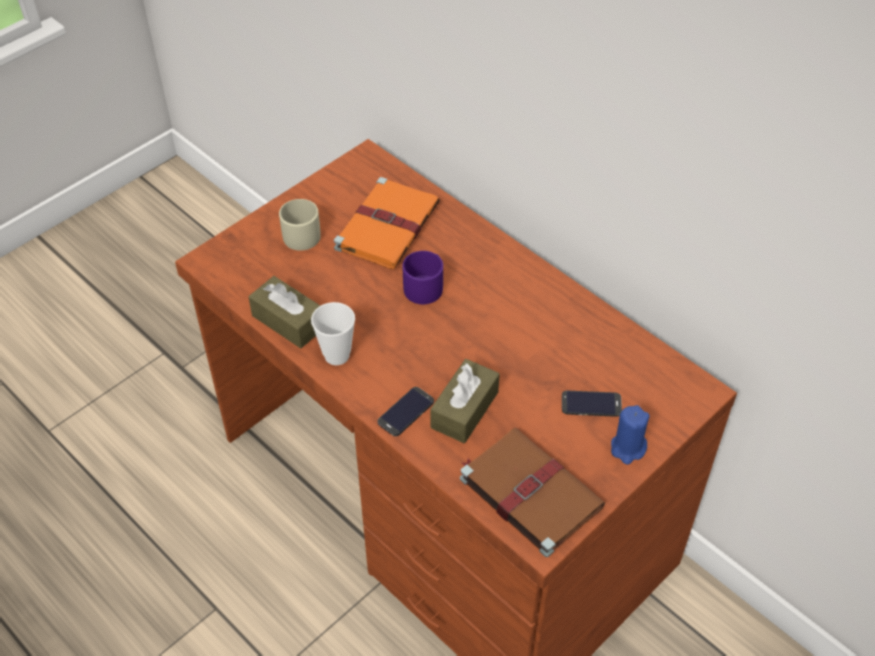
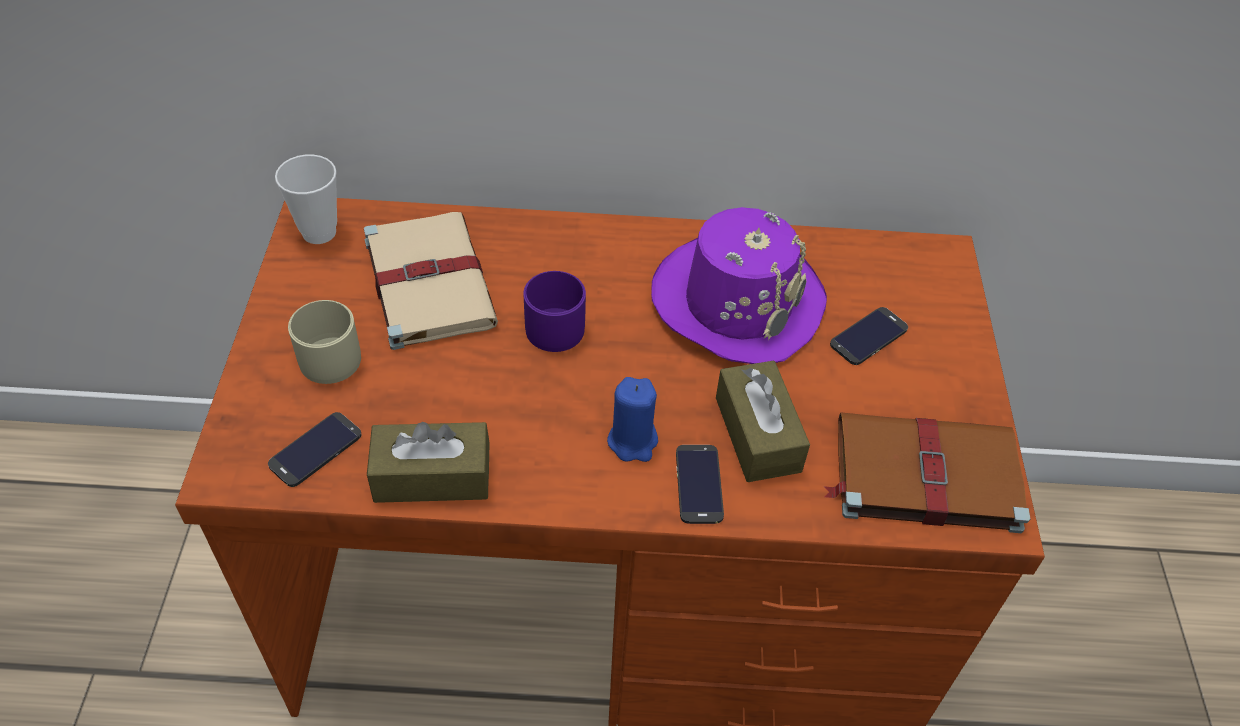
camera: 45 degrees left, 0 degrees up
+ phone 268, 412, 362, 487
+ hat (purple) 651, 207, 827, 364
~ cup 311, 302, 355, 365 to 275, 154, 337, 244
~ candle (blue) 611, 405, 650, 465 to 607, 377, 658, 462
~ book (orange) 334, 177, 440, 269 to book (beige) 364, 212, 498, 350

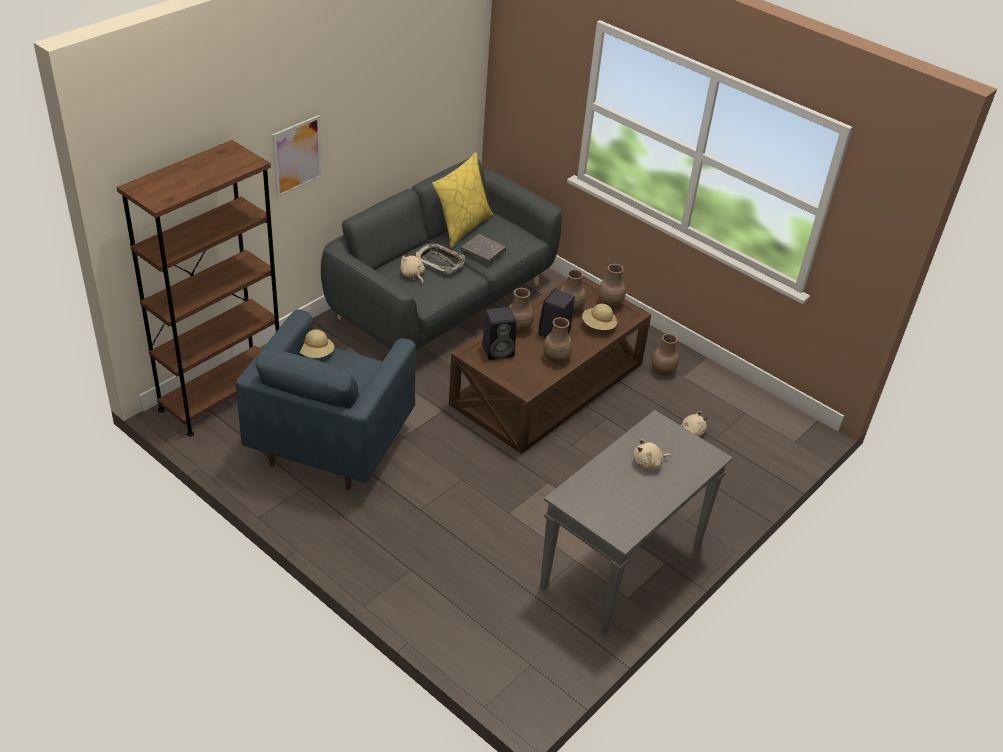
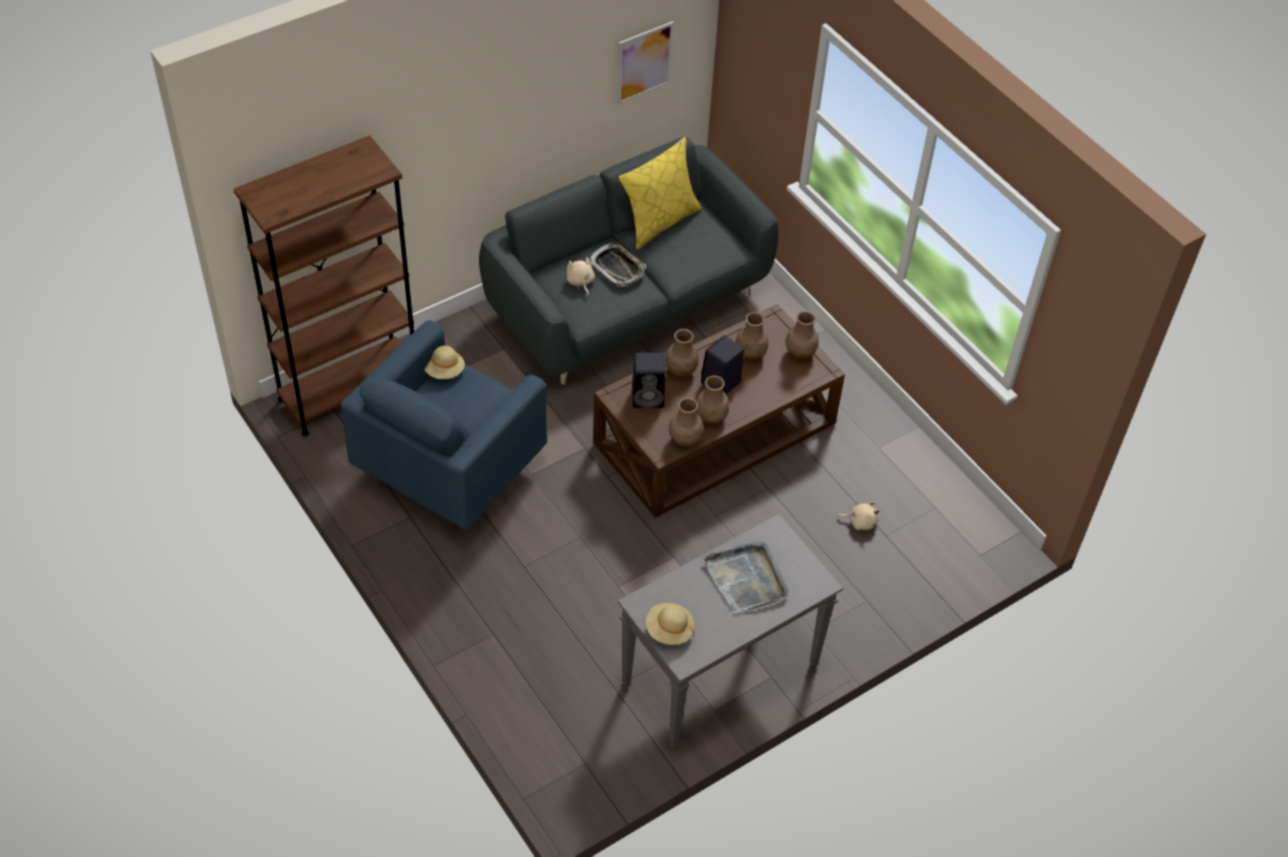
camera: 15 degrees right, 10 degrees up
- book (grey) 461, 234, 506, 264
~ picture 272, 115, 322, 198 to 617, 21, 674, 105
~ hat (beige) 582, 304, 617, 330 to 646, 603, 694, 645
~ vase (brown) 651, 334, 679, 375 to 669, 398, 703, 447
~ plush toy (beige) 633, 439, 672, 469 to tray (grey) 702, 541, 788, 614

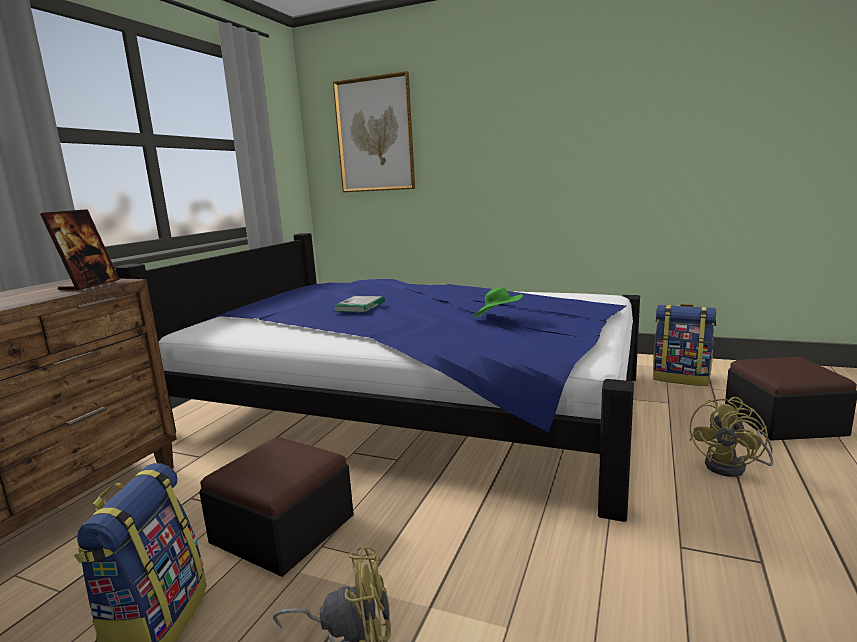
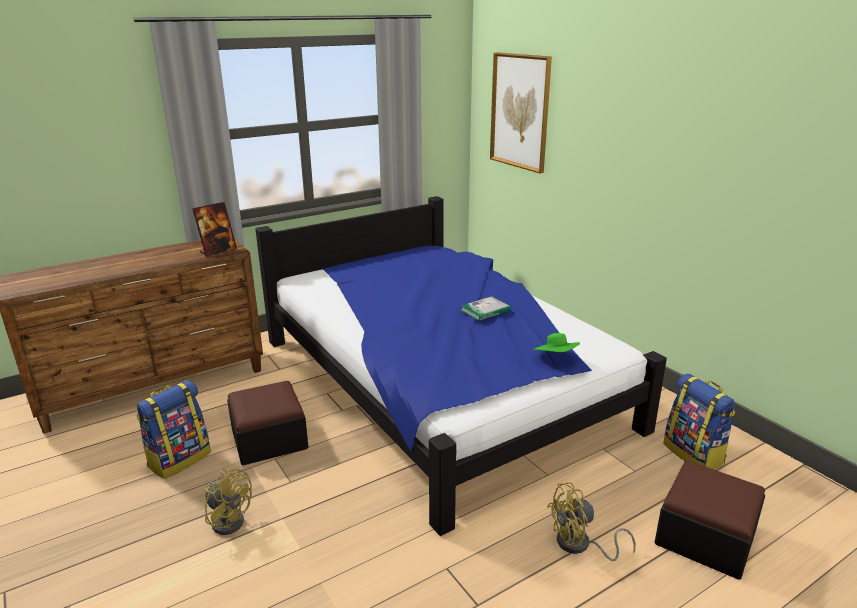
camera: 35 degrees right, 10 degrees up
~ book 333, 296, 385, 313 to 461, 296, 511, 321
~ hat (green) 473, 287, 523, 318 to 533, 333, 580, 352

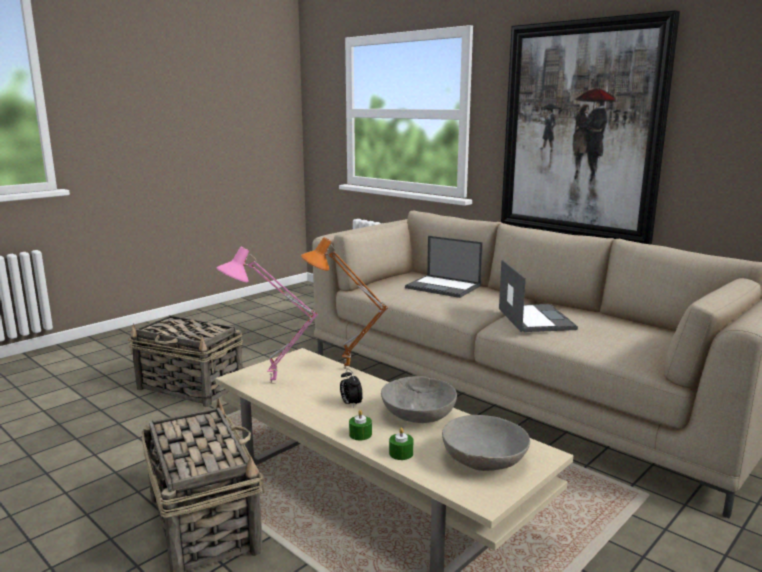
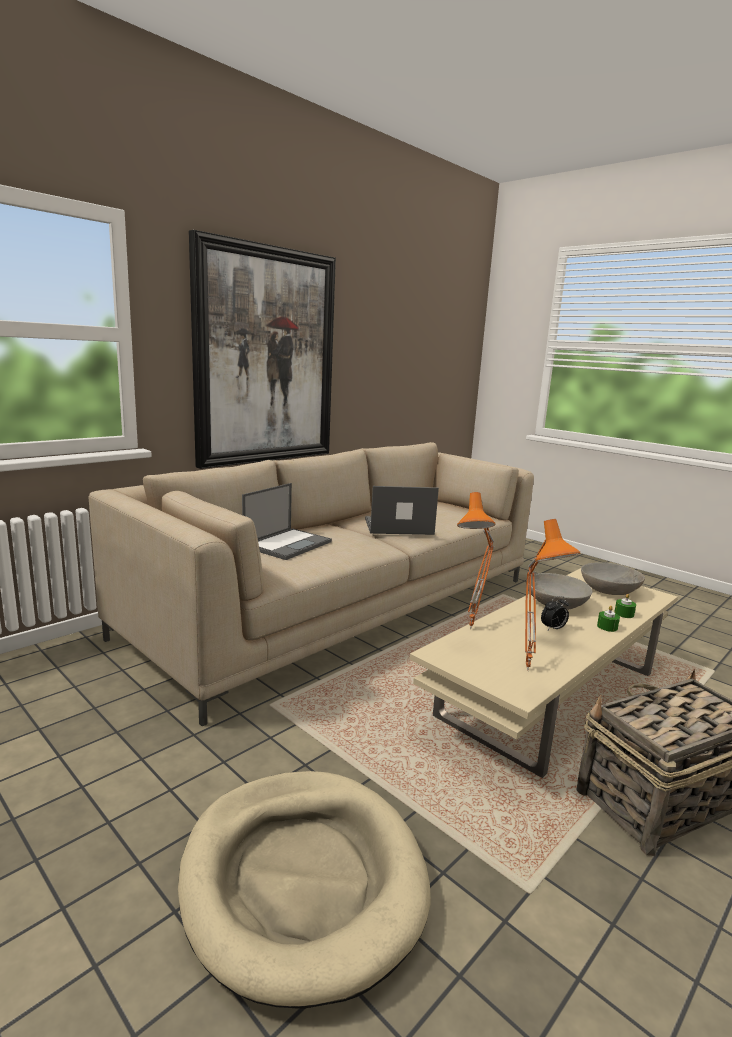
camera: 90 degrees left, 0 degrees up
~ basket 127, 315, 243, 407 to dog bed (beige) 178, 771, 431, 1009
~ table lamp (pink) 217, 246, 318, 384 to table lamp (orange) 525, 519, 581, 671

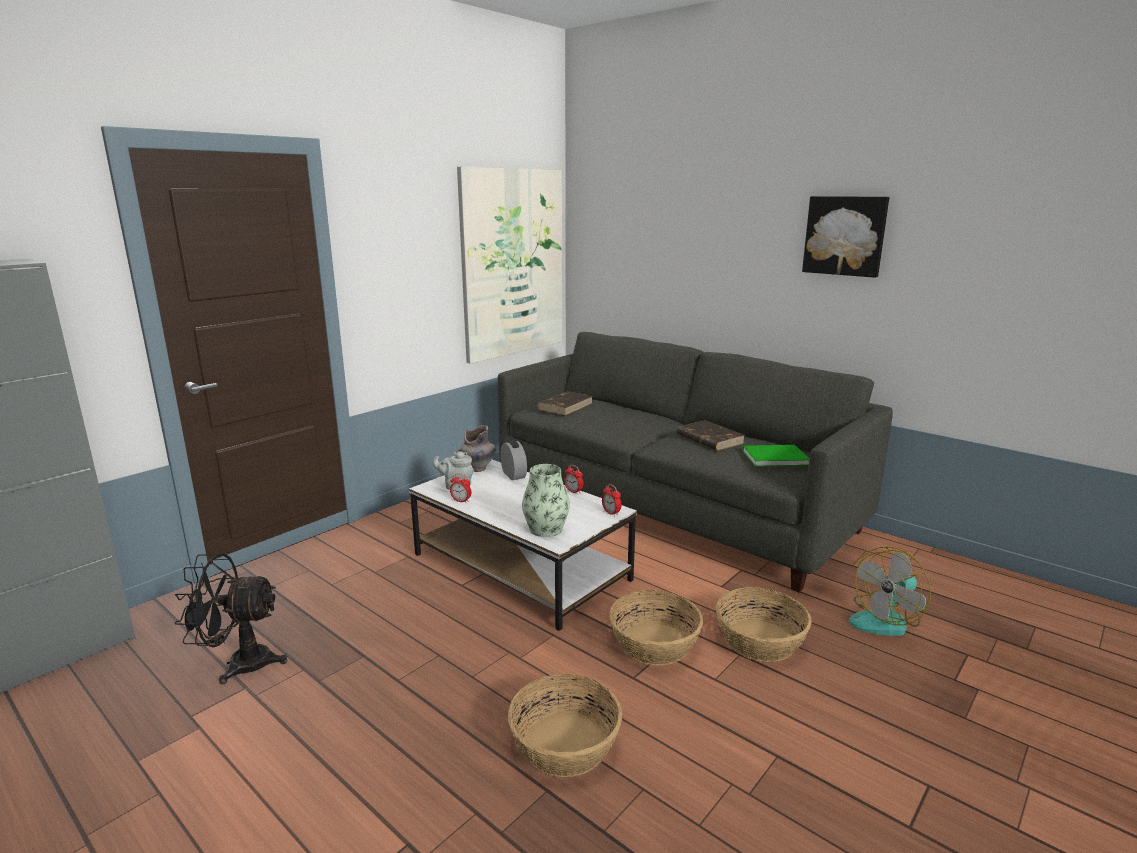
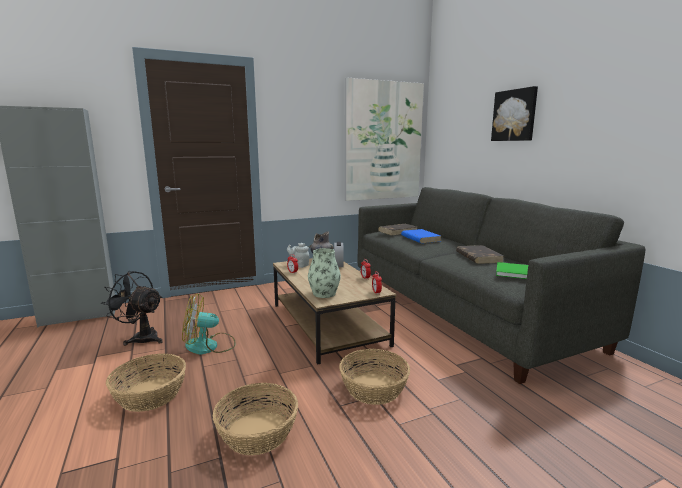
camera: 25 degrees right, 5 degrees down
+ book (blue) 401, 229, 441, 243
~ basket 716, 587, 812, 662 to 106, 353, 186, 412
~ picture 802, 196, 889, 278 to 491, 86, 538, 141
~ fan 849, 547, 931, 636 to 182, 294, 236, 354
~ coffee table (white) 409, 460, 637, 631 to coffee table (brown) 273, 258, 396, 365

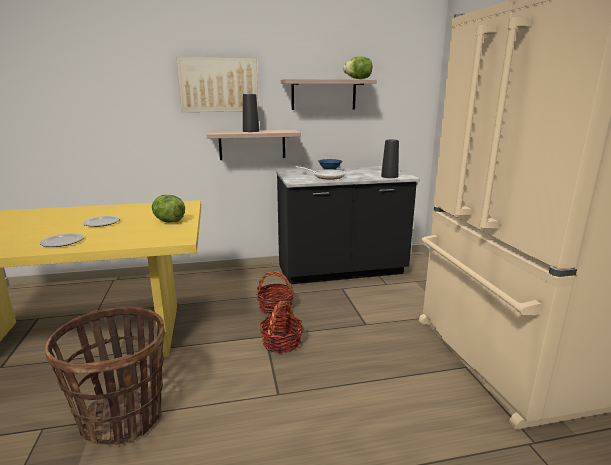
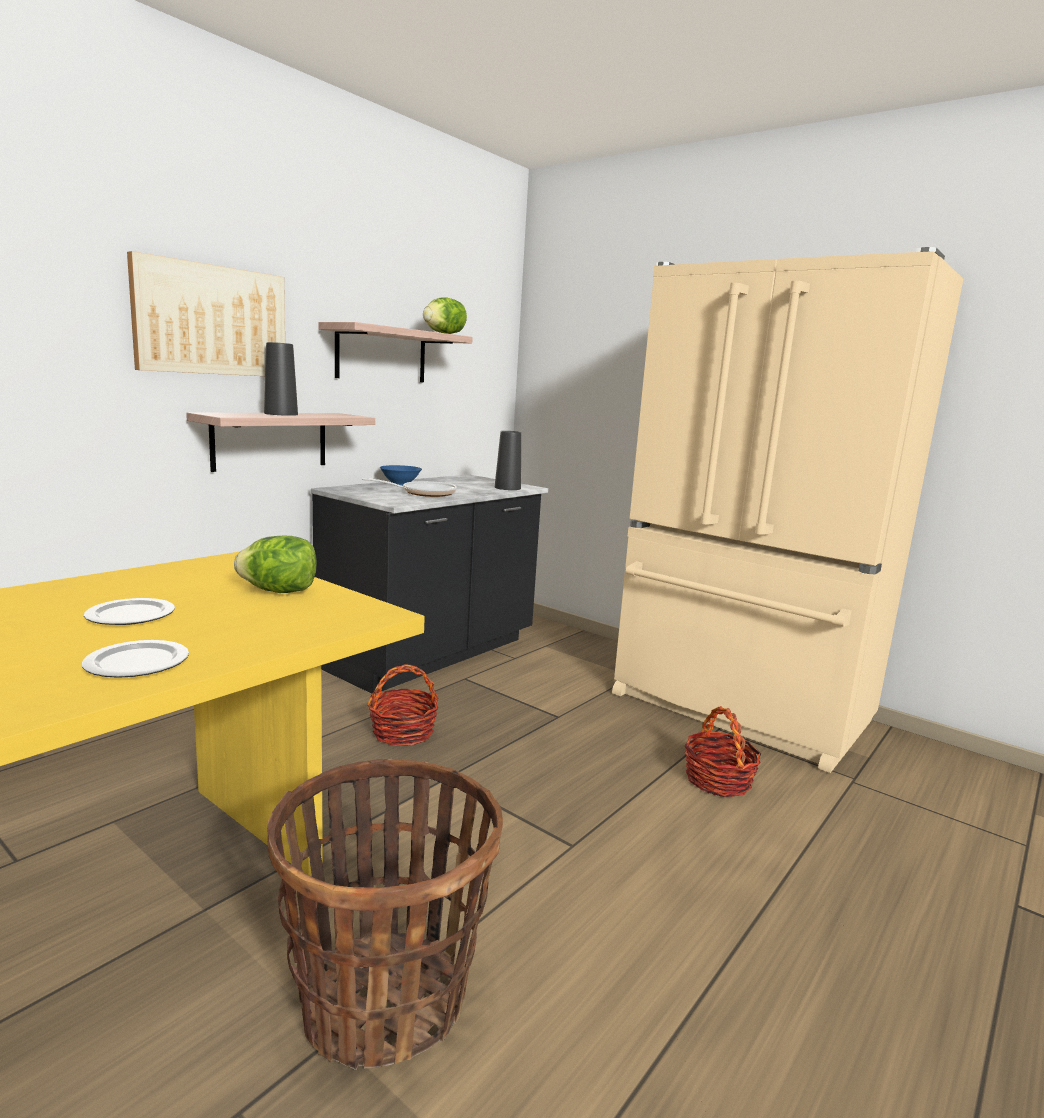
camera: 40 degrees left, 5 degrees down
~ basket 260, 300, 304, 353 to 684, 706, 761, 797

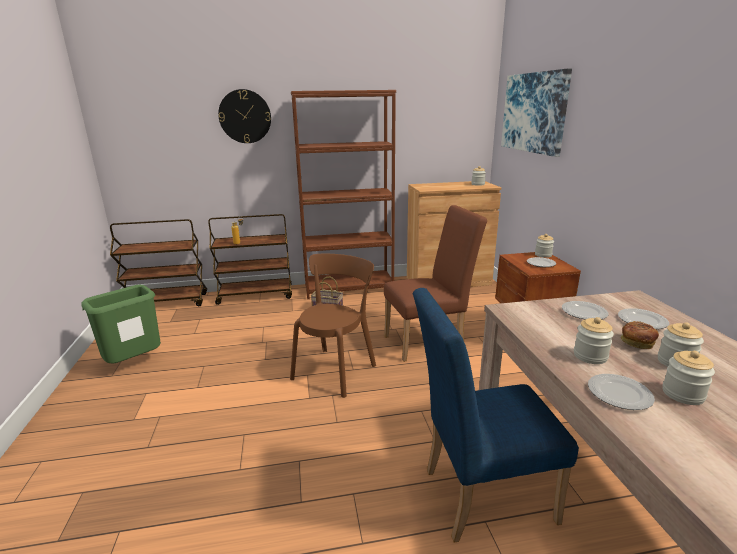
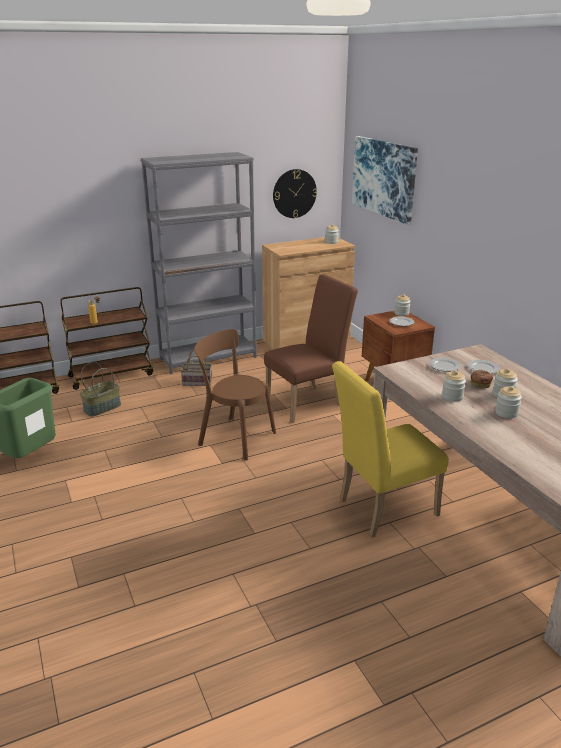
camera: 15 degrees left, 5 degrees up
- plate 588, 374, 655, 410
+ basket 80, 362, 121, 417
~ wall clock 218, 89, 271, 143 to 273, 169, 317, 218
~ bookcase (brown) 291, 90, 396, 299 to bookcase (grey) 141, 152, 257, 374
~ chair (blue) 413, 288, 579, 543 to chair (yellow) 332, 361, 449, 537
~ chair (brown) 290, 254, 376, 398 = 194, 329, 276, 461 75 degrees counterclockwise

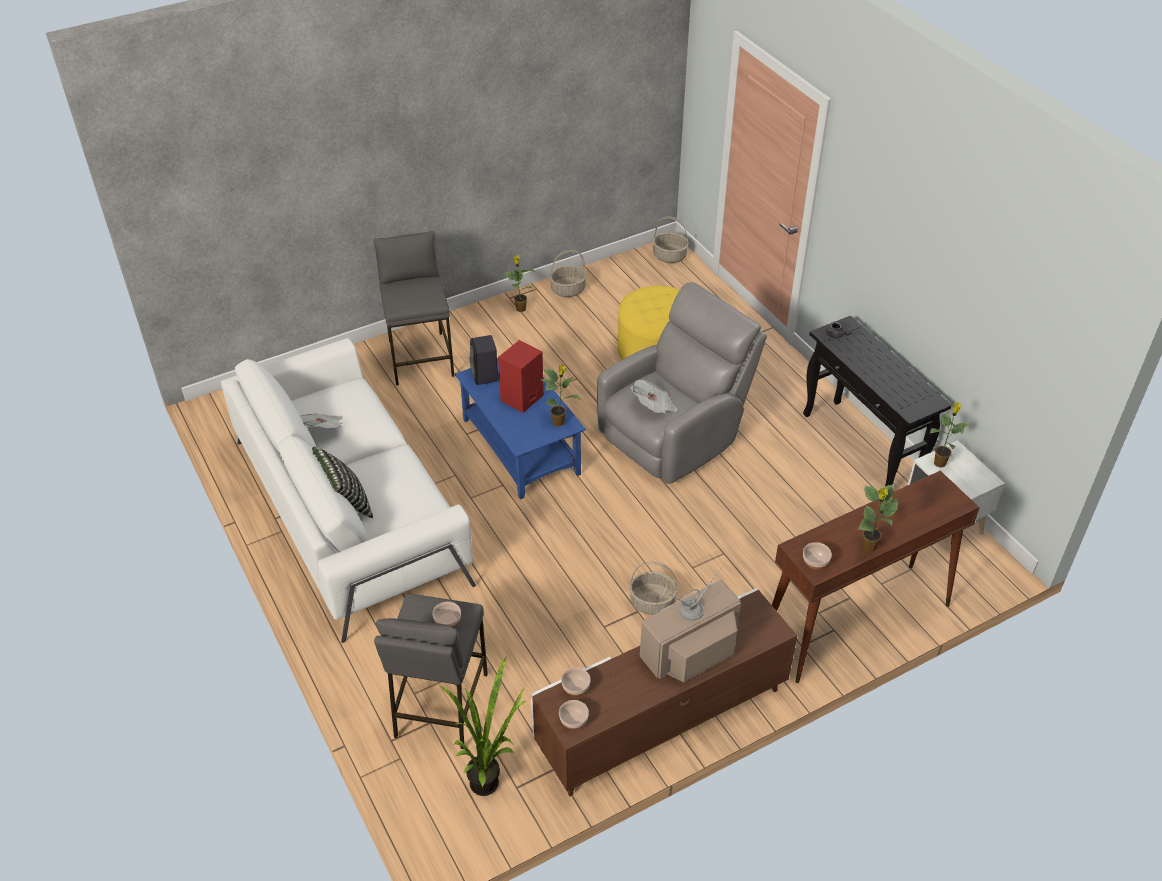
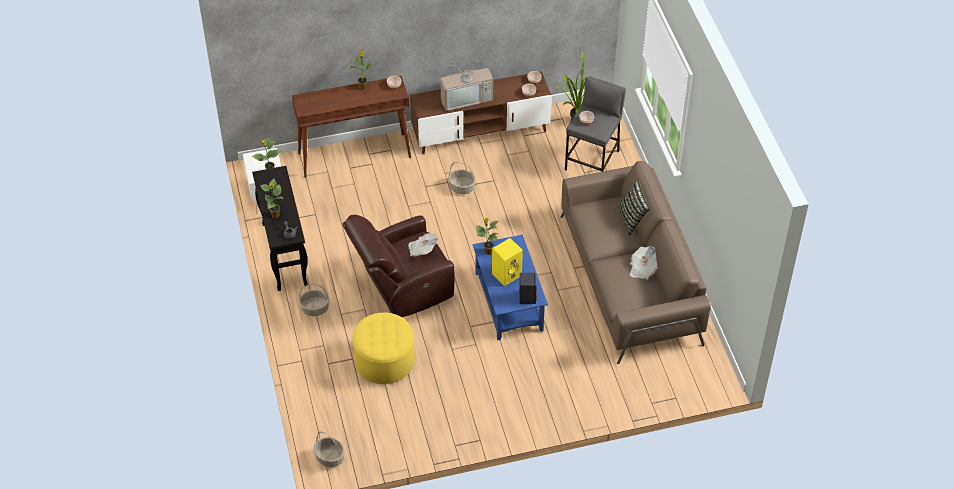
camera: 165 degrees left, 5 degrees up
- stool (grey) 374, 231, 455, 386
~ potted plant 504, 255, 535, 312 to 260, 178, 283, 218
~ basket 549, 250, 587, 297 to 299, 284, 329, 316
~ sofa (white) 221, 338, 476, 643 to sofa (brown) 560, 161, 711, 364
~ speaker (red) 498, 340, 544, 413 to speaker (yellow) 492, 238, 523, 286
~ armchair (grey) 597, 282, 767, 484 to armchair (brown) 342, 215, 455, 317

